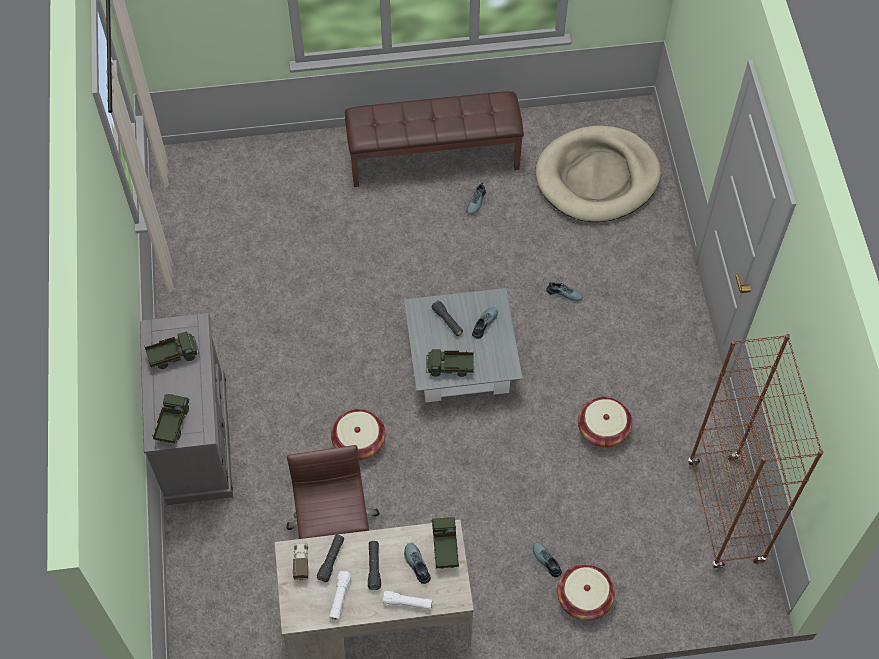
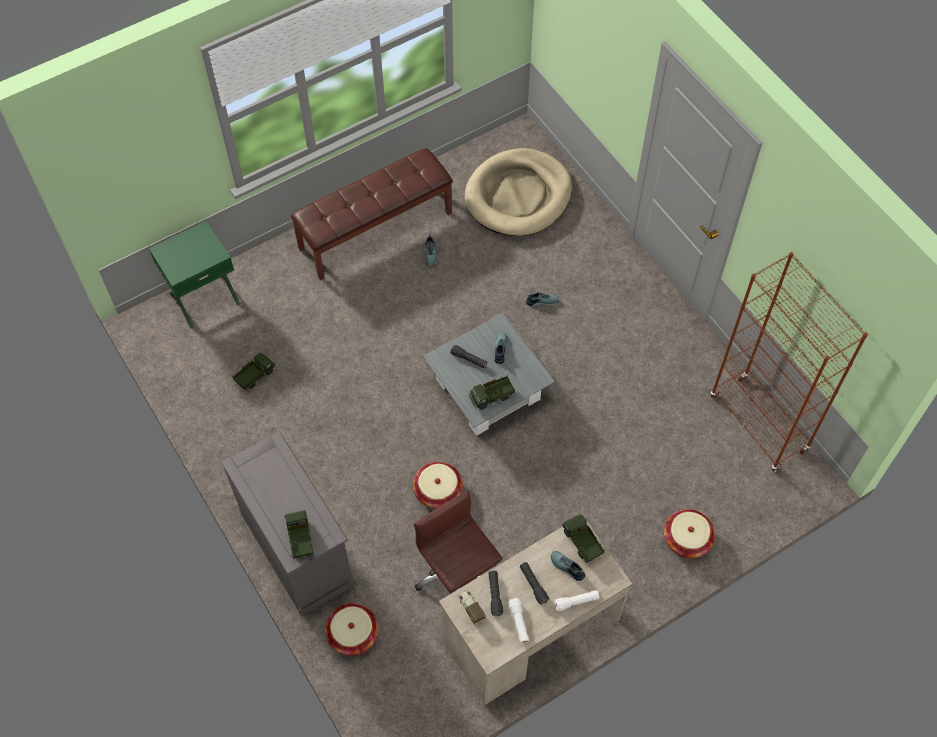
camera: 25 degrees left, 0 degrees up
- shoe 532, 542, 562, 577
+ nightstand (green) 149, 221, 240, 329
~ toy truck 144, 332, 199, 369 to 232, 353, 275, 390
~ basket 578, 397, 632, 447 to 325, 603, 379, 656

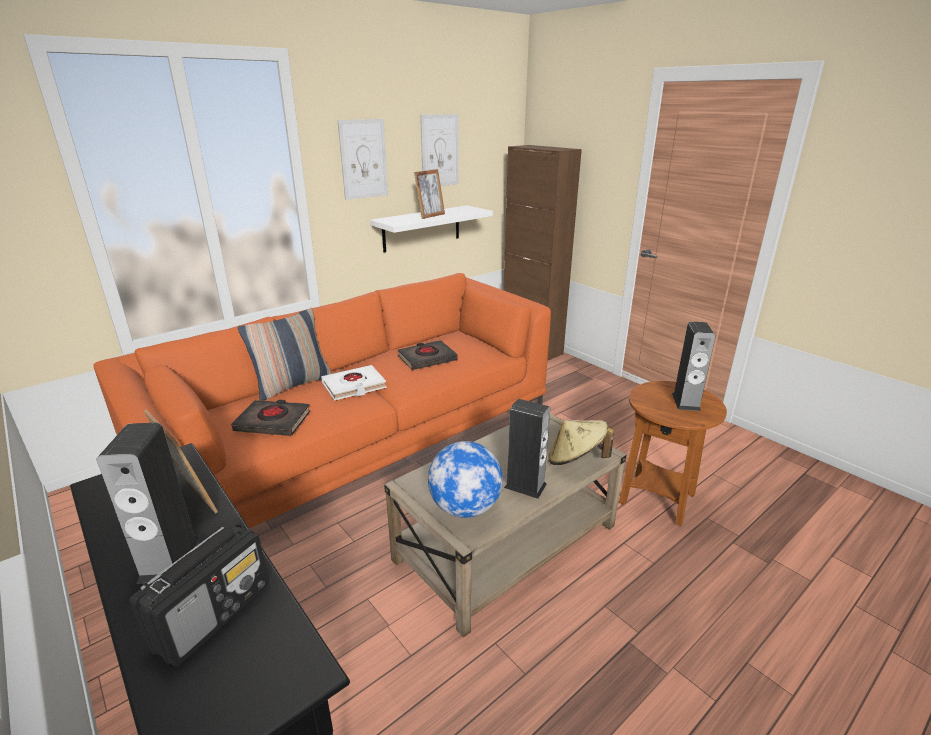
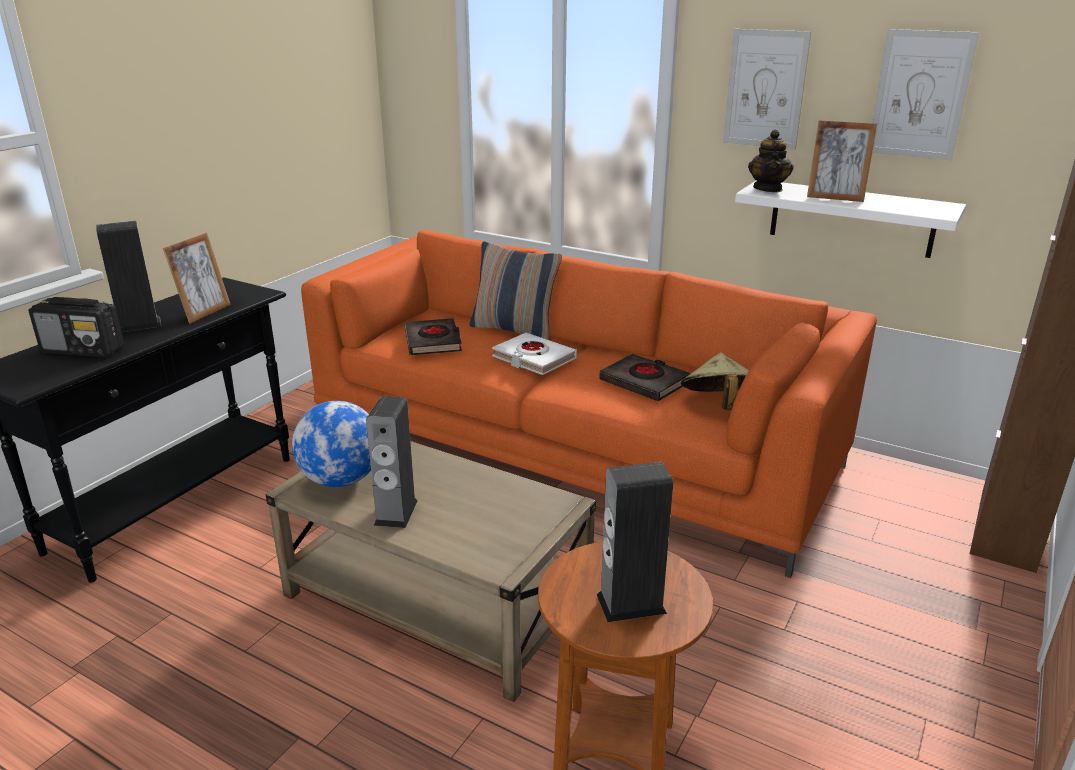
camera: 70 degrees right, 0 degrees up
+ teapot 748, 130, 793, 192
~ hat (beige) 548, 420, 614, 465 to 681, 353, 749, 410

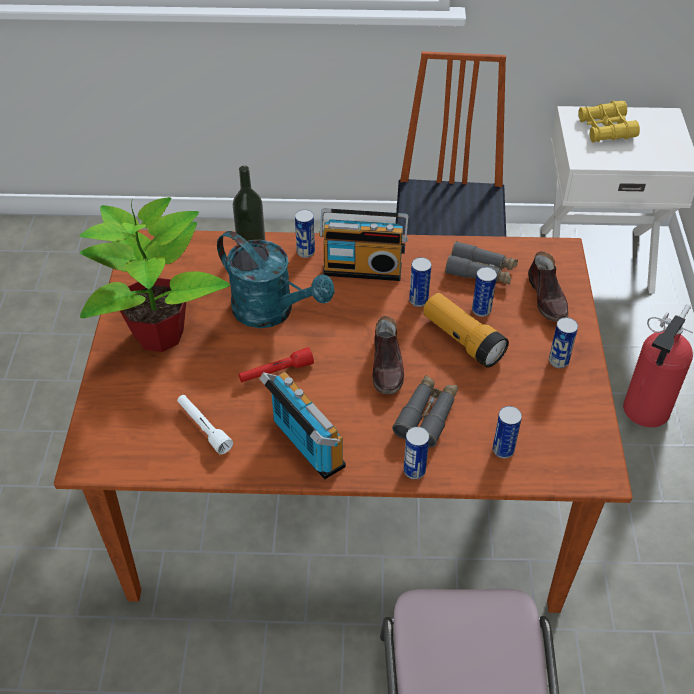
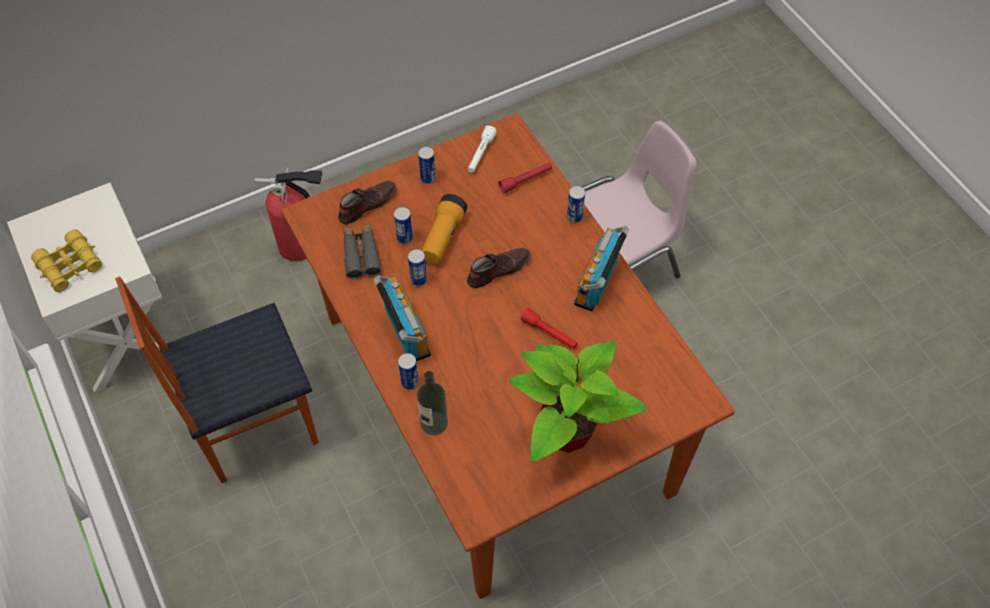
camera: 120 degrees left, 10 degrees up
- watering can (turquoise) 217, 231, 334, 328
- binoculars (grey) 392, 375, 458, 448
~ flashlight (white) 177, 395, 233, 455 to 468, 125, 497, 173
~ can 493, 406, 522, 458 to flashlight (red) 498, 162, 552, 194

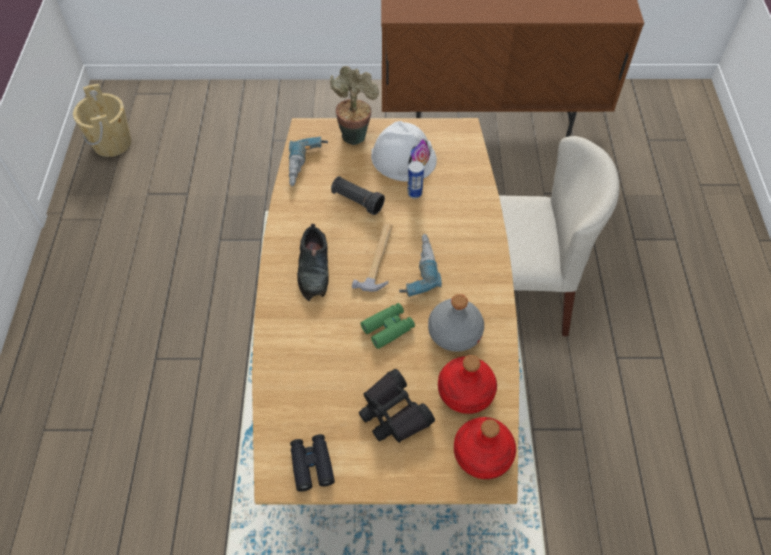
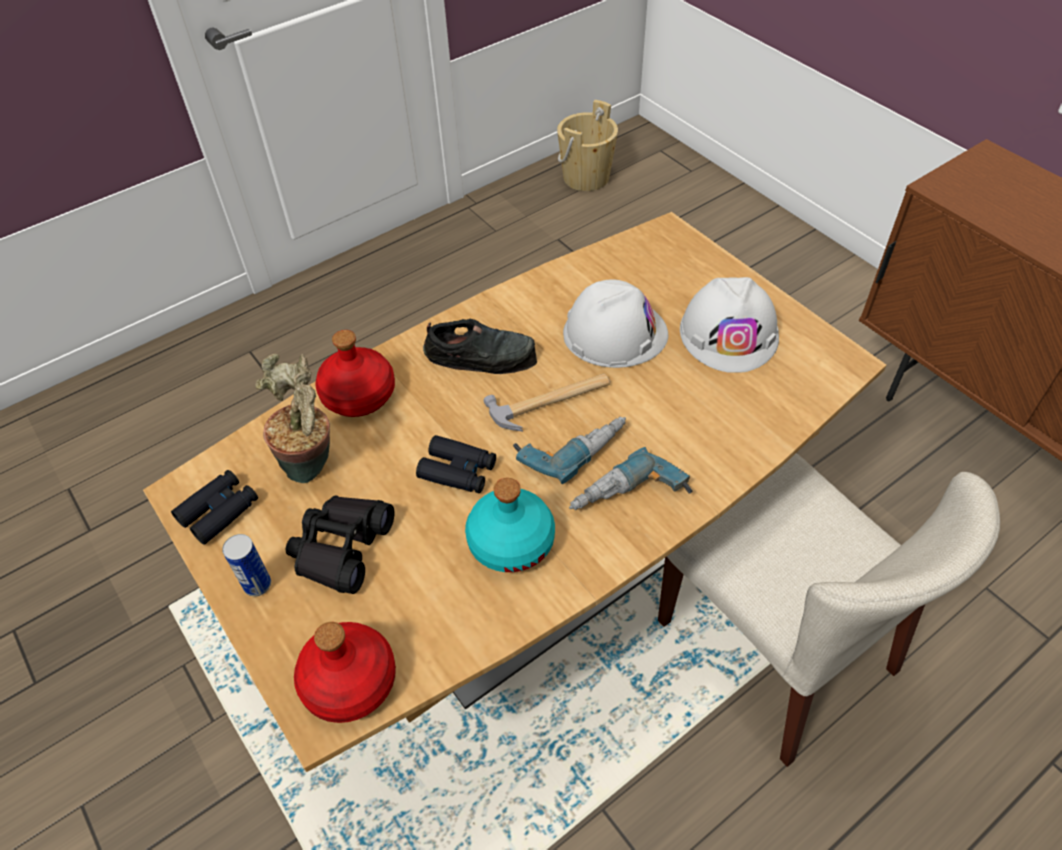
camera: 55 degrees right, 5 degrees down
~ power drill 289, 137, 328, 186 to 569, 447, 692, 510
~ potted plant 330, 66, 379, 145 to 255, 354, 330, 483
~ can 407, 161, 424, 199 to 222, 534, 271, 596
~ bottle (red) 438, 355, 497, 414 to 315, 330, 395, 417
~ flashlight (black) 331, 176, 385, 215 to hard hat (white) 563, 279, 668, 368
~ binoculars (green) 360, 303, 415, 349 to binoculars (black) 416, 435, 496, 493
~ bottle (grey) 428, 294, 484, 352 to bottle (turquoise) 465, 478, 555, 572
~ shoe (black) 297, 224, 329, 301 = 423, 319, 537, 374 135 degrees counterclockwise

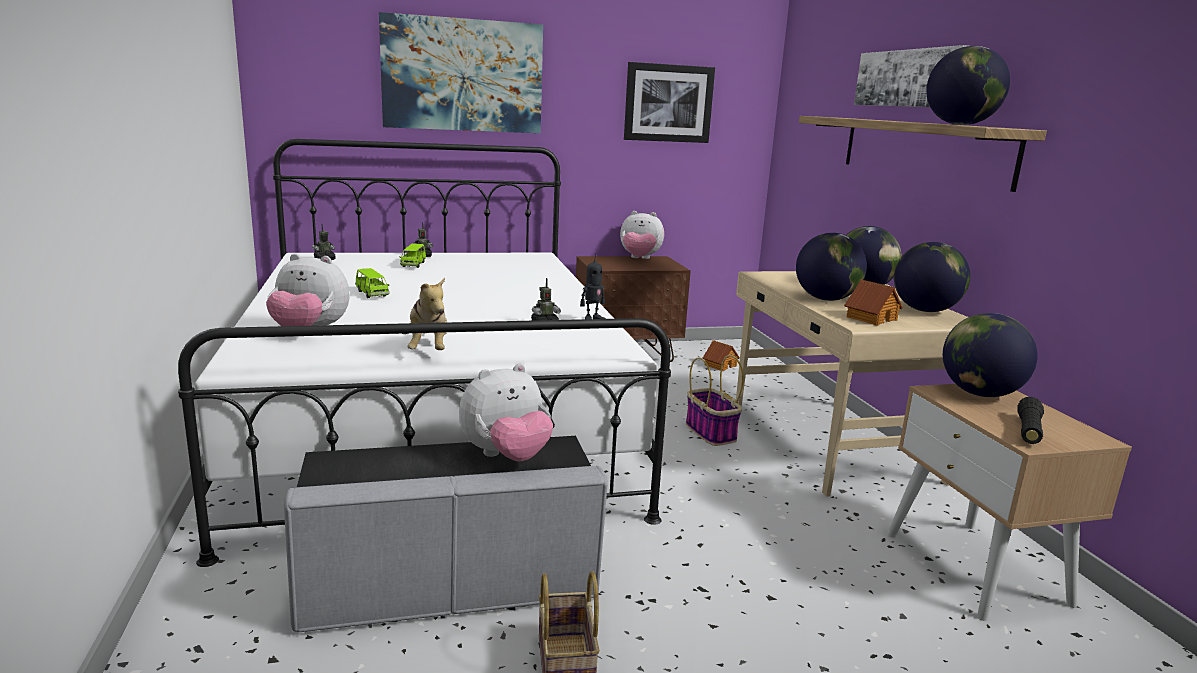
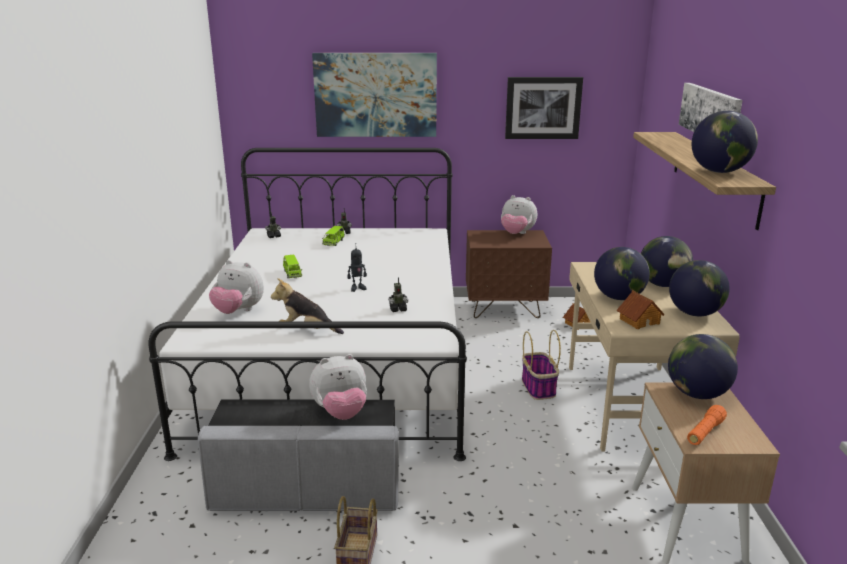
camera: 15 degrees right, 5 degrees up
~ toy robot 580, 253, 606, 319 to 347, 248, 367, 292
~ flashlight (black) 1017, 397, 1044, 444 to flashlight (orange) 687, 405, 727, 445
~ plush toy 404, 277, 447, 350 = 271, 278, 344, 334 105 degrees clockwise

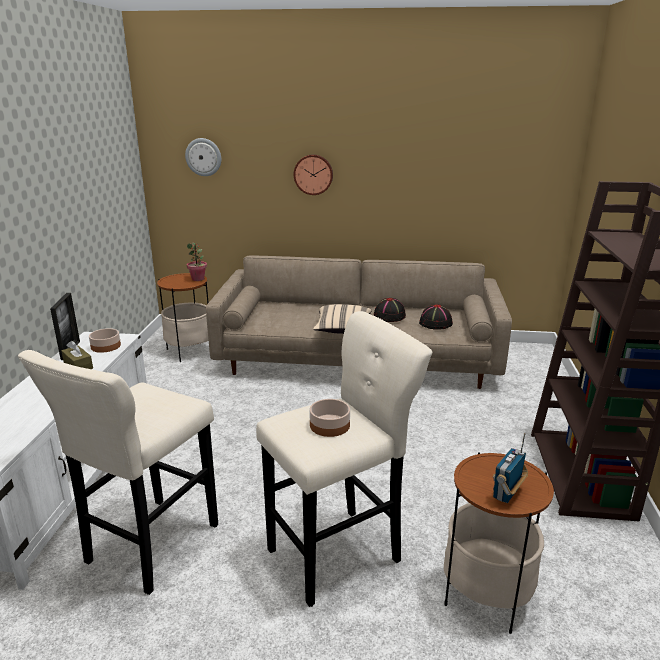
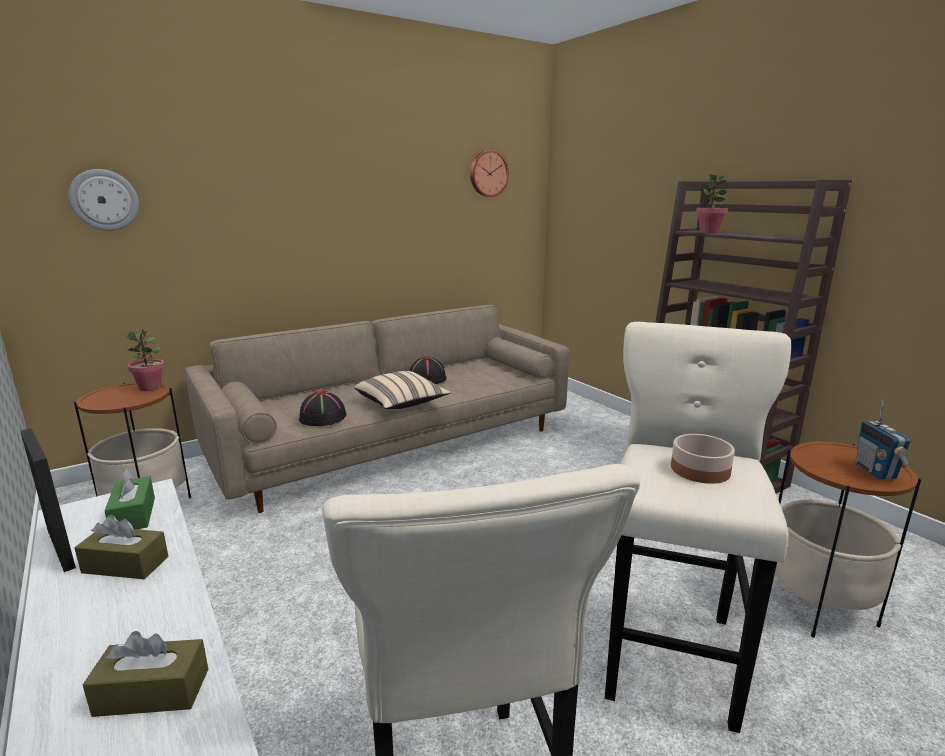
camera: 40 degrees left, 5 degrees down
+ tissue box (brown) 83, 631, 208, 717
+ potted plant 696, 173, 728, 233
~ wall clock 294, 154, 333, 195 to 470, 150, 509, 197
~ hat (black) 419, 305, 453, 330 to 299, 391, 346, 426
~ bowl 89, 328, 121, 353 to tissue box (green) 105, 468, 155, 529

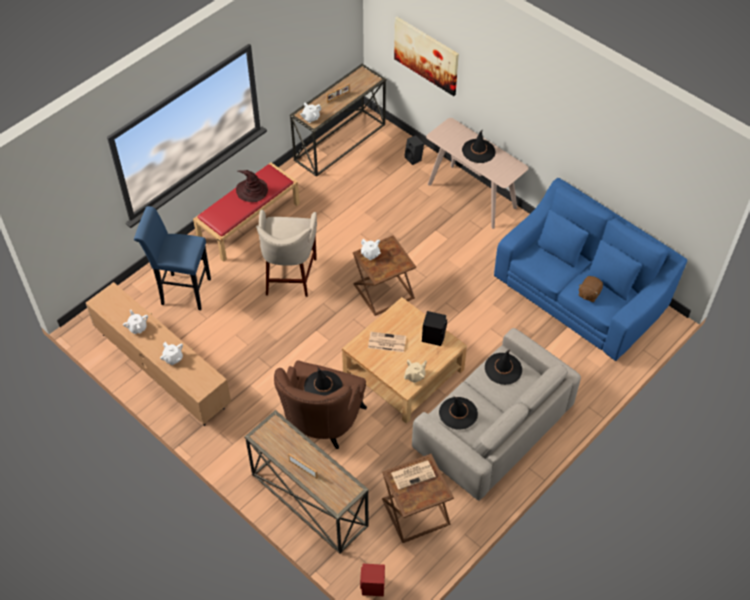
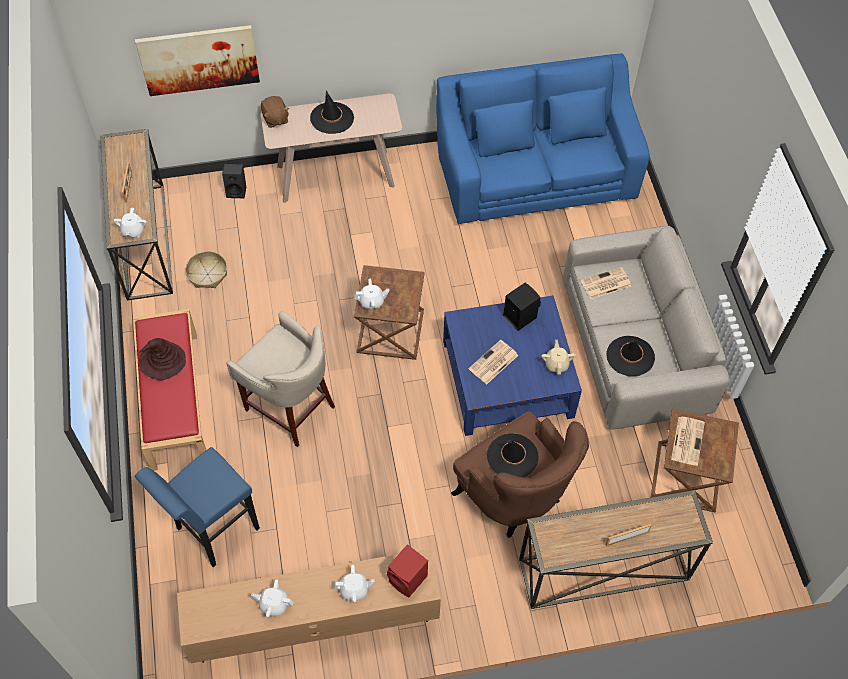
camera: 55 degrees left, 5 degrees up
+ basket 185, 251, 227, 288
~ speaker (red) 360, 563, 385, 596 to 387, 544, 428, 597
~ plush toy (brown) 578, 276, 603, 302 to 261, 96, 289, 128
~ hat (black) 485, 349, 522, 385 to newspaper 581, 267, 631, 299
~ coffee table (beige) 342, 297, 467, 424 to coffee table (blue) 443, 296, 582, 436

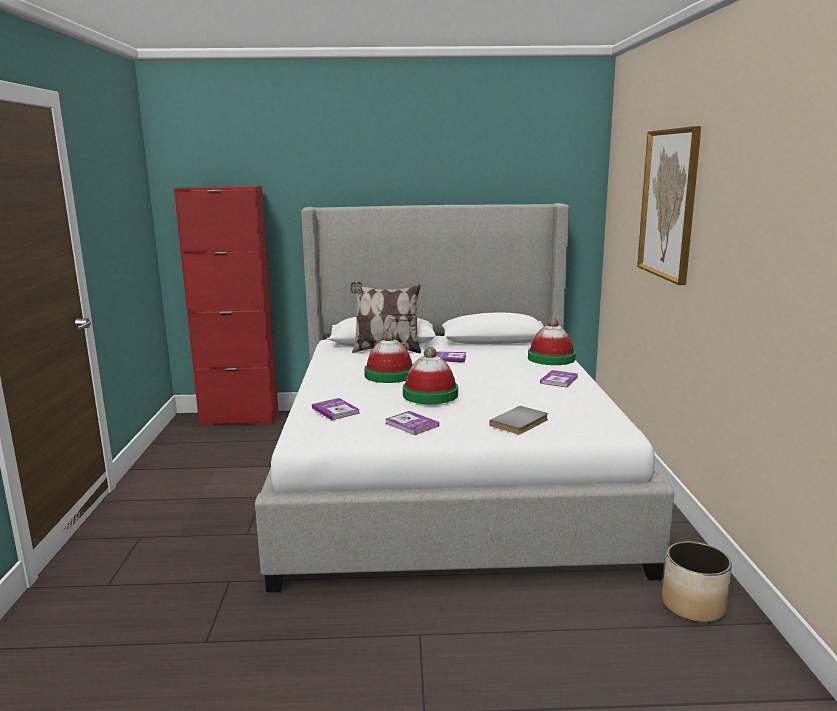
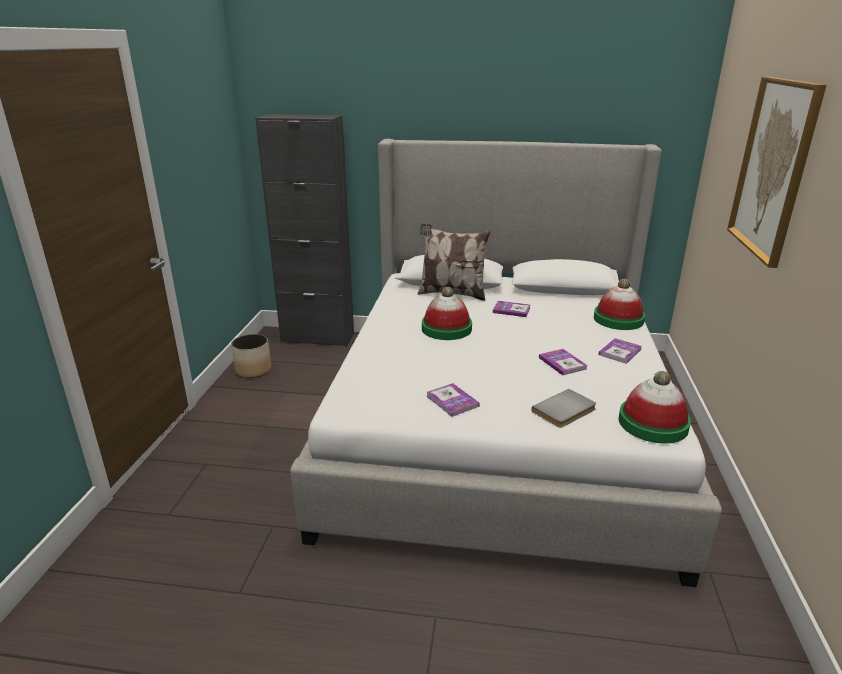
camera: 10 degrees right, 10 degrees up
~ book 312, 398, 360, 420 to 539, 349, 588, 375
~ hat 403, 347, 458, 404 to 619, 371, 691, 444
~ planter 662, 541, 732, 622 to 231, 334, 272, 378
~ cabinet (red) 174, 186, 279, 426 to cabinet (black) 255, 114, 354, 347

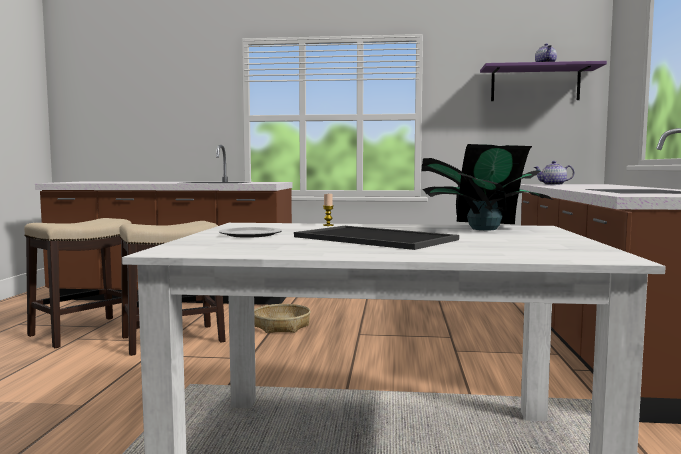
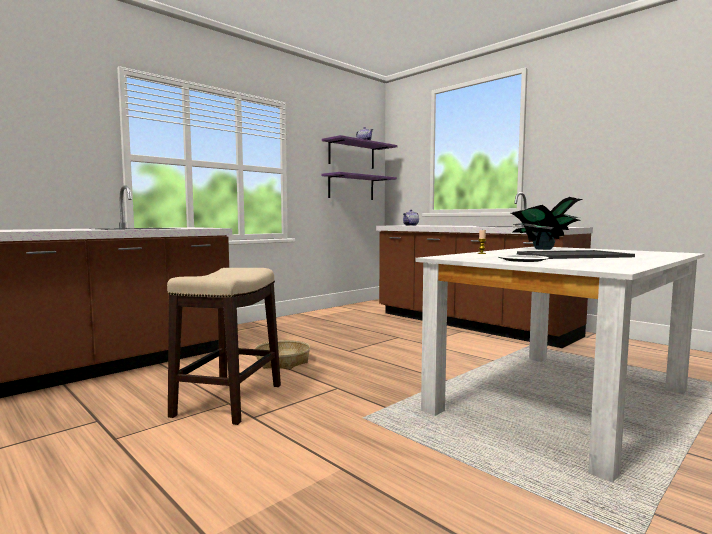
camera: 50 degrees left, 0 degrees up
- stool 24, 218, 140, 348
+ shelf (purple) 321, 172, 397, 200

